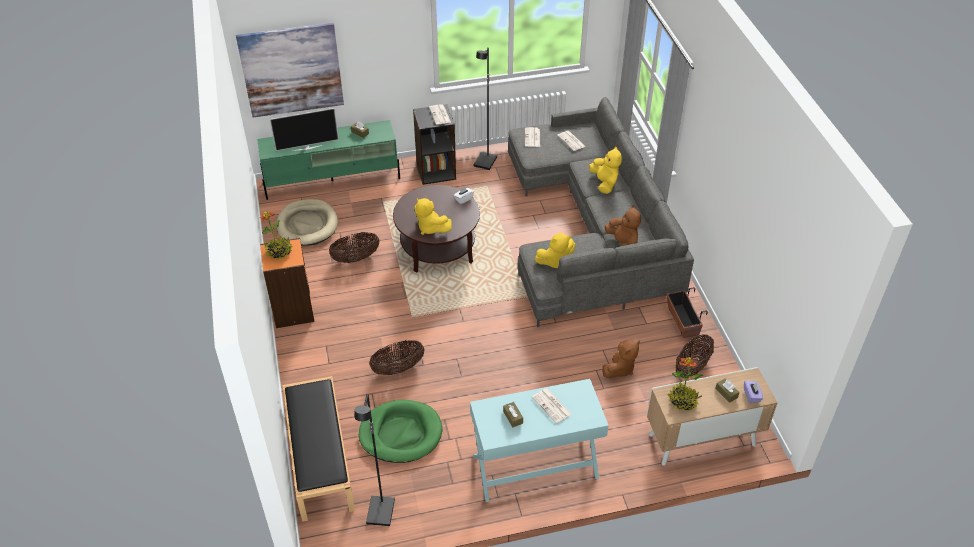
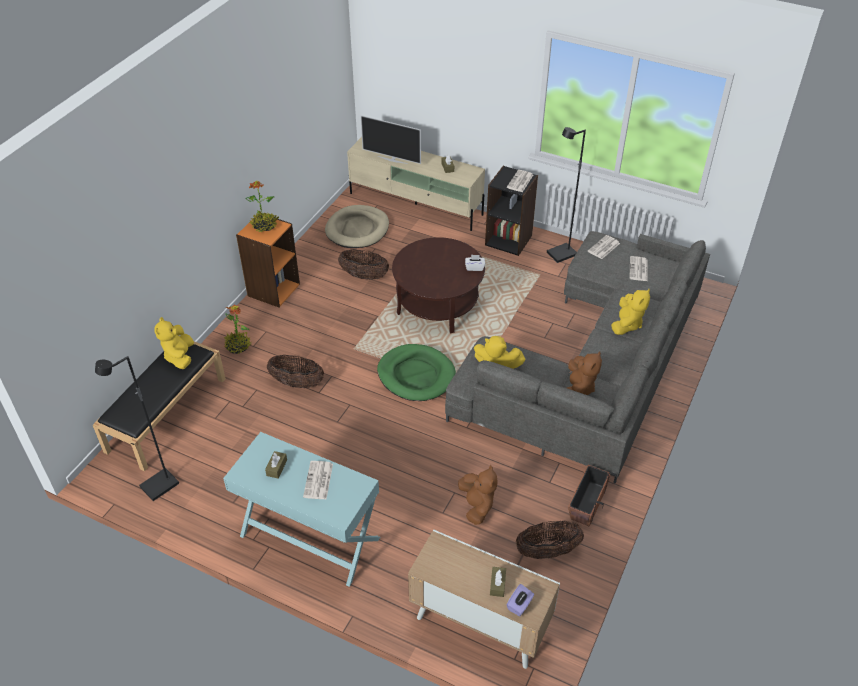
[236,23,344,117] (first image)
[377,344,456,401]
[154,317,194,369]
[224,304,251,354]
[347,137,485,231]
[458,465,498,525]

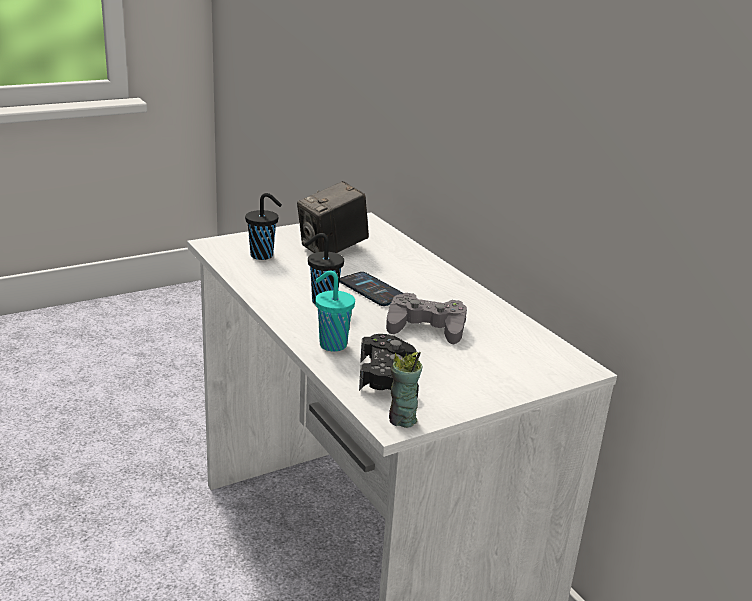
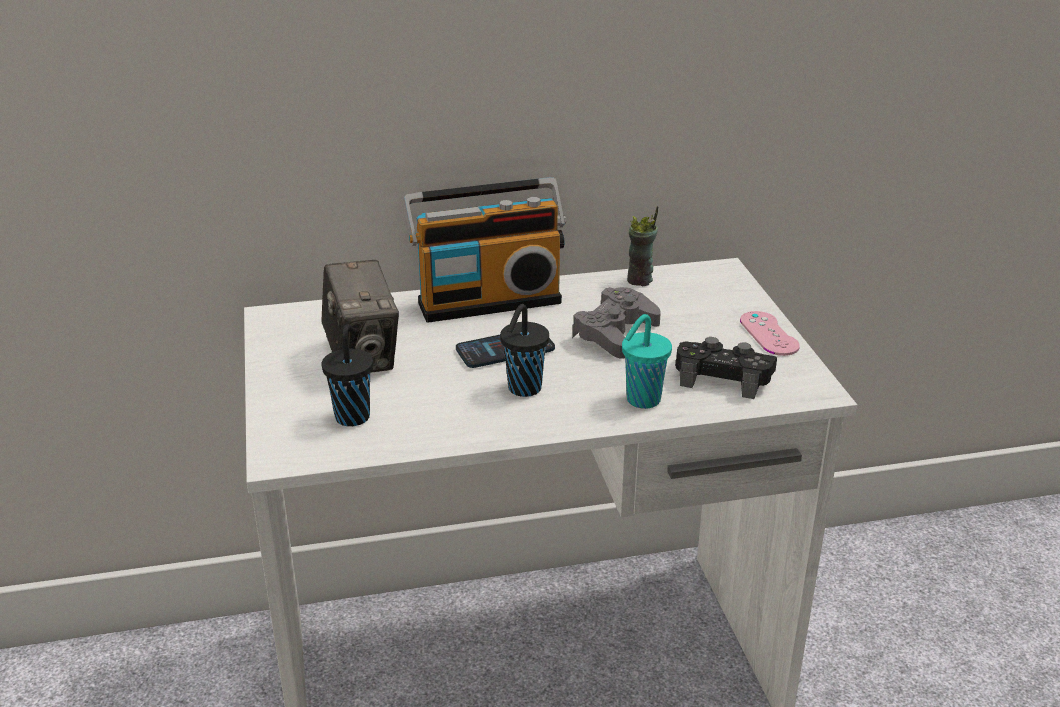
[403,177,566,323]
[740,311,800,356]
[627,206,658,286]

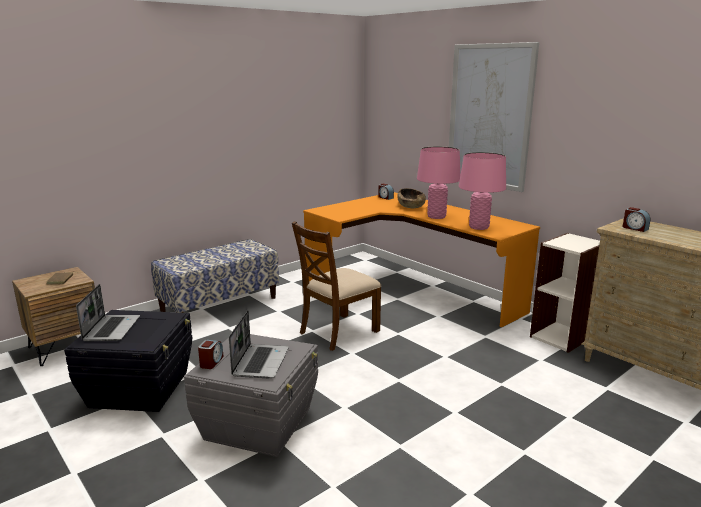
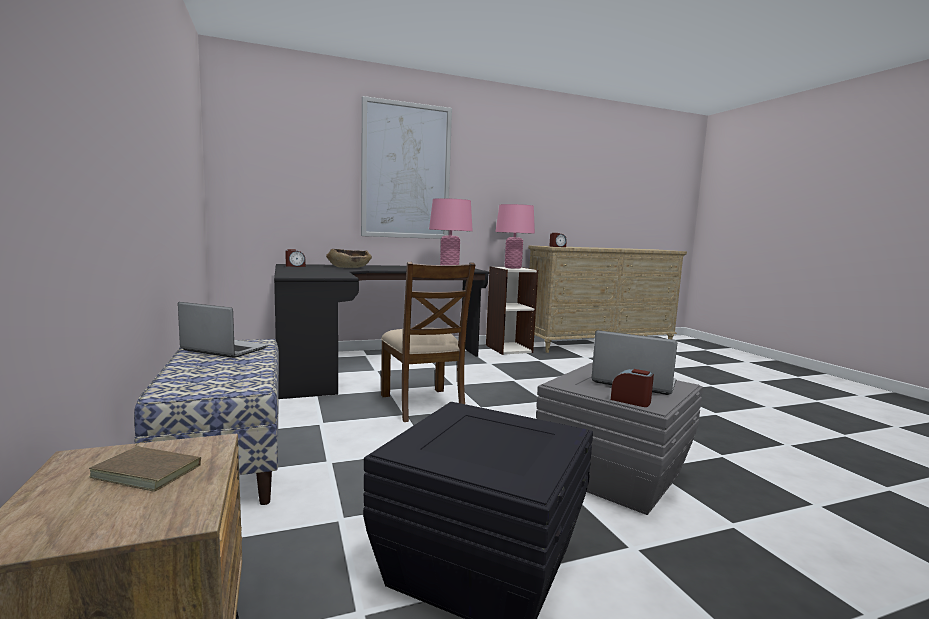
[178,302,269,358]
[495,204,535,269]
[274,264,489,399]

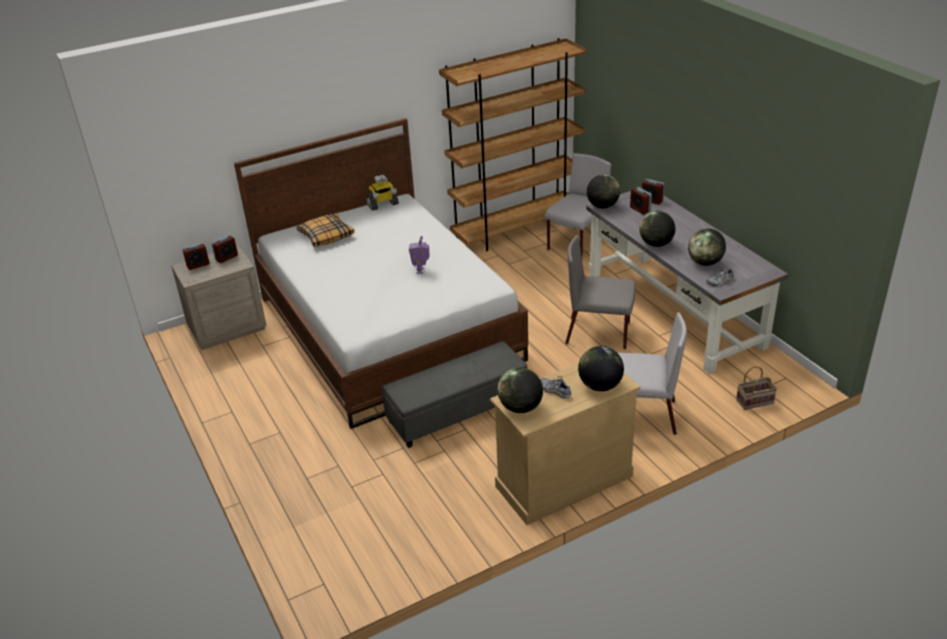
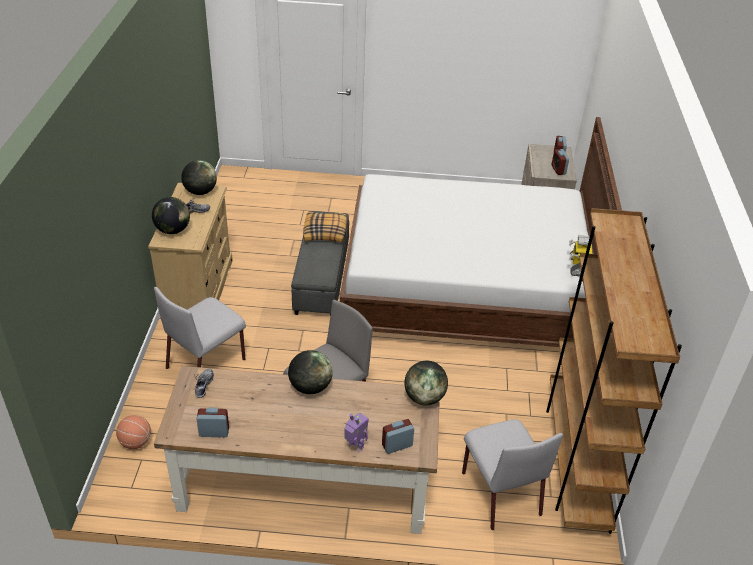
[688,229,726,266] (first image)
[303,211,347,243]
[344,413,369,452]
[197,407,229,437]
[116,415,151,449]
[154,366,440,534]

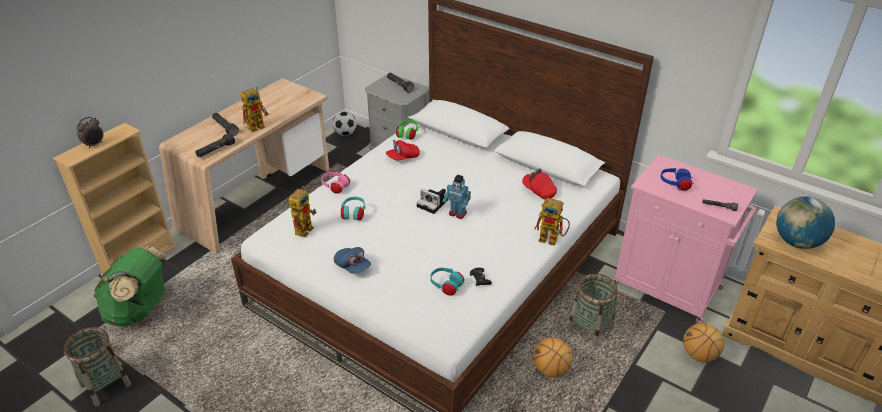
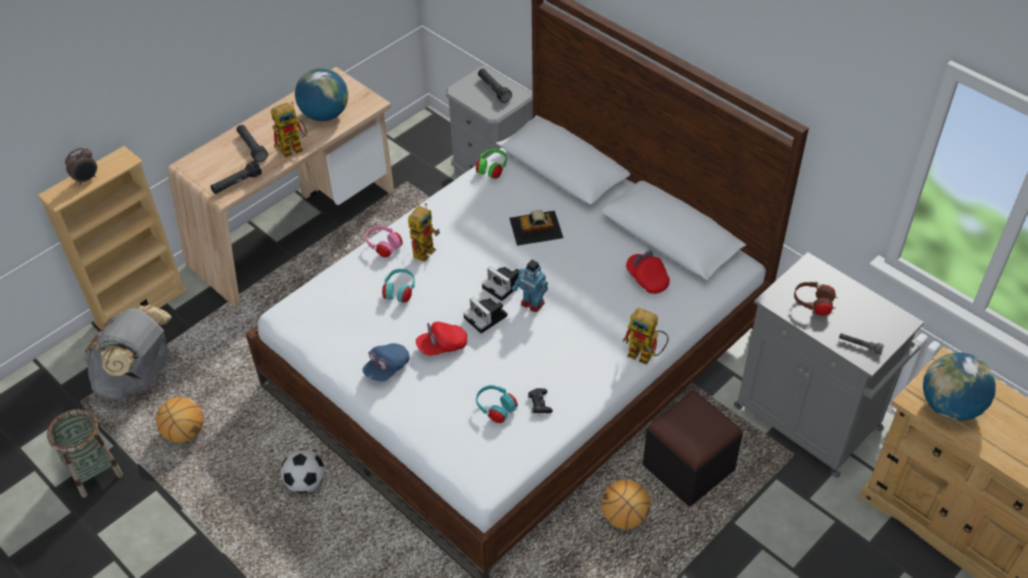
[295,68,348,121]
[463,297,507,334]
[509,210,563,246]
[408,203,440,262]
[281,449,325,493]
[416,322,467,356]
[156,397,204,443]
[643,391,743,506]
[83,305,172,400]
[734,252,924,477]
[794,282,838,316]
[363,343,410,381]

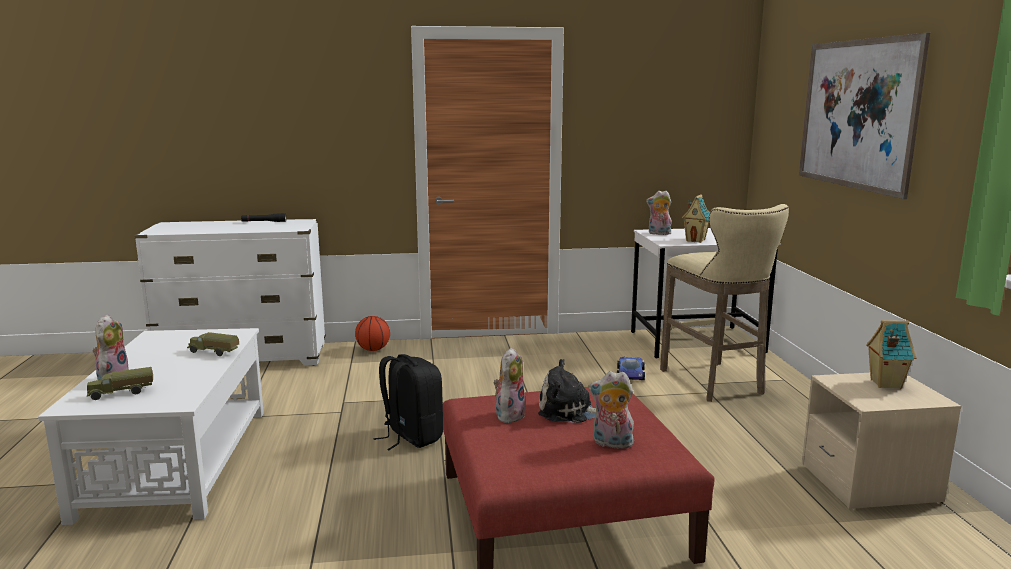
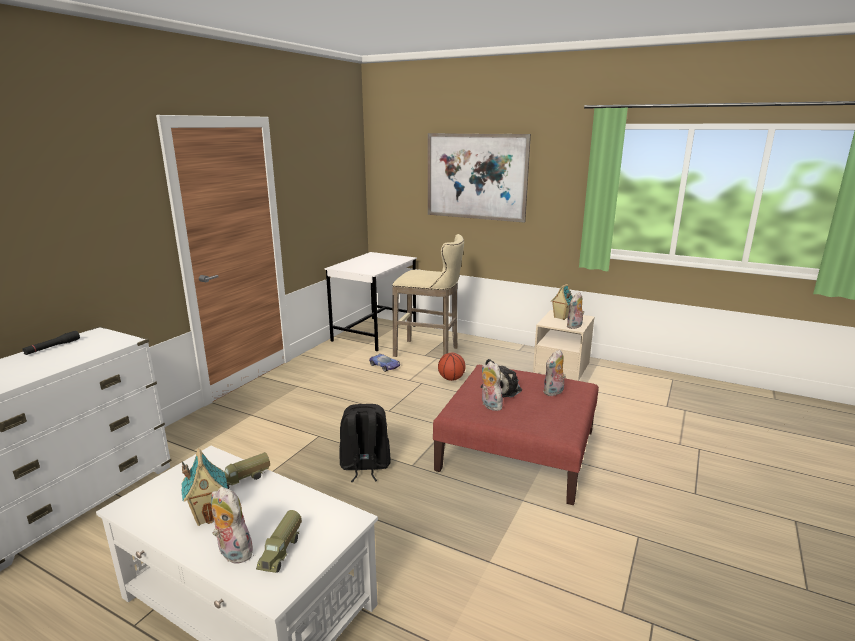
[438,353,465,381]
[566,292,584,329]
[182,449,228,526]

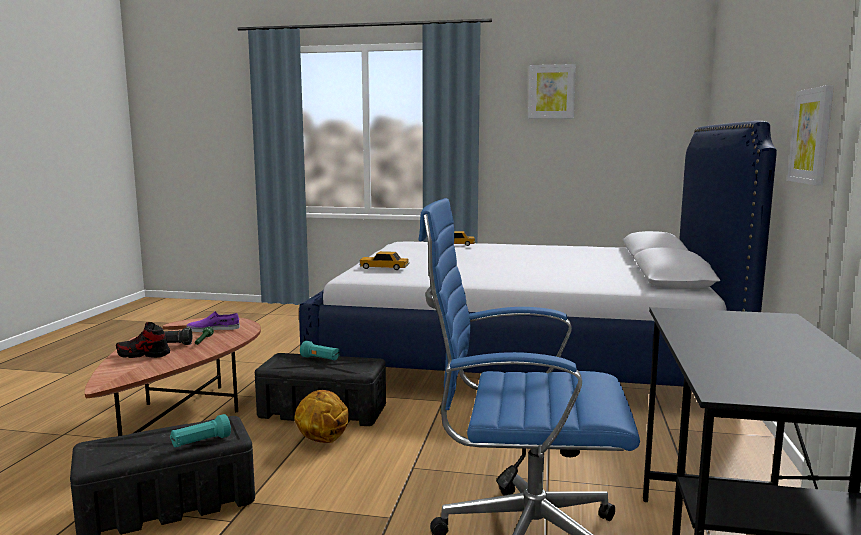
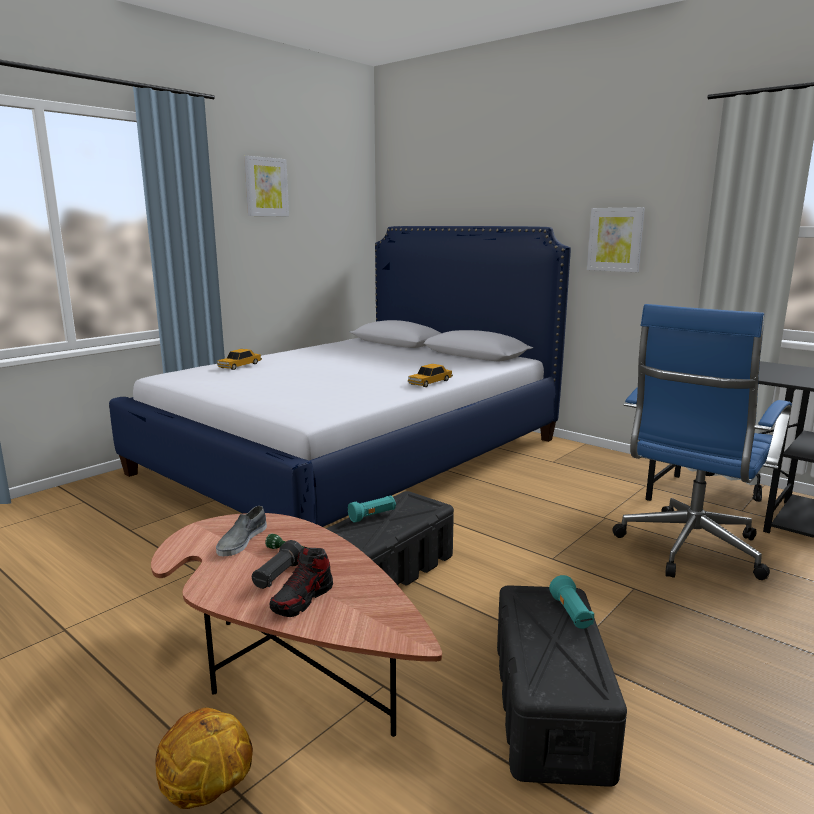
[155,708,253,809]
[408,364,453,387]
[216,506,267,556]

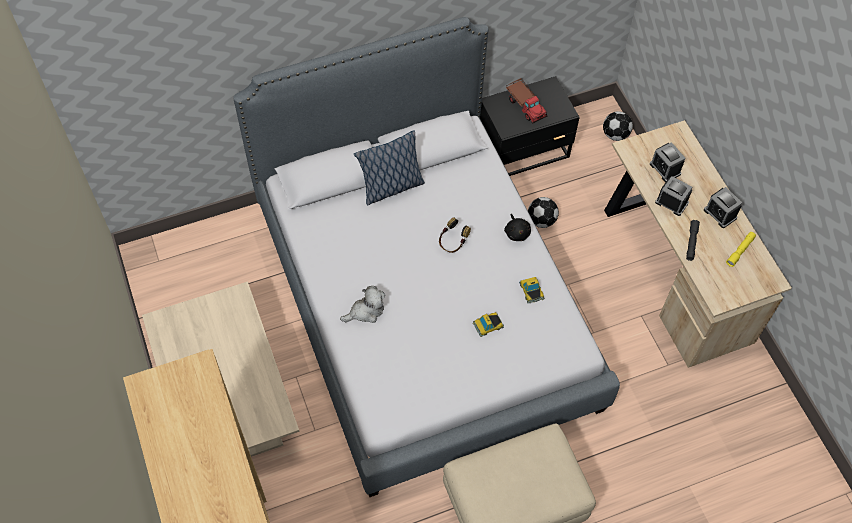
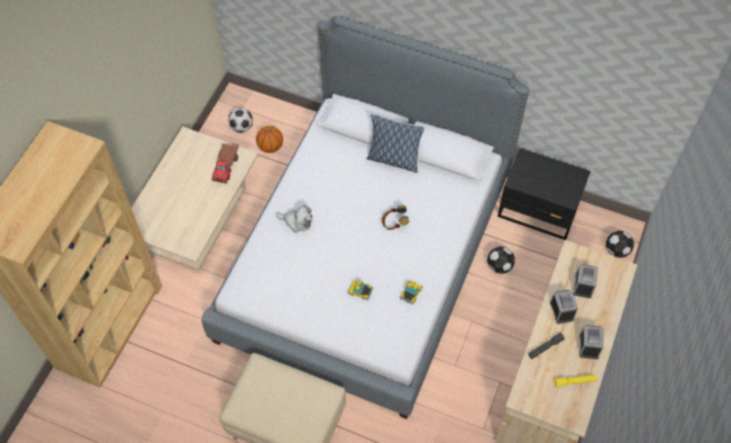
[504,214,531,241] (first image)
[228,108,253,133]
[256,126,283,153]
[212,142,238,184]

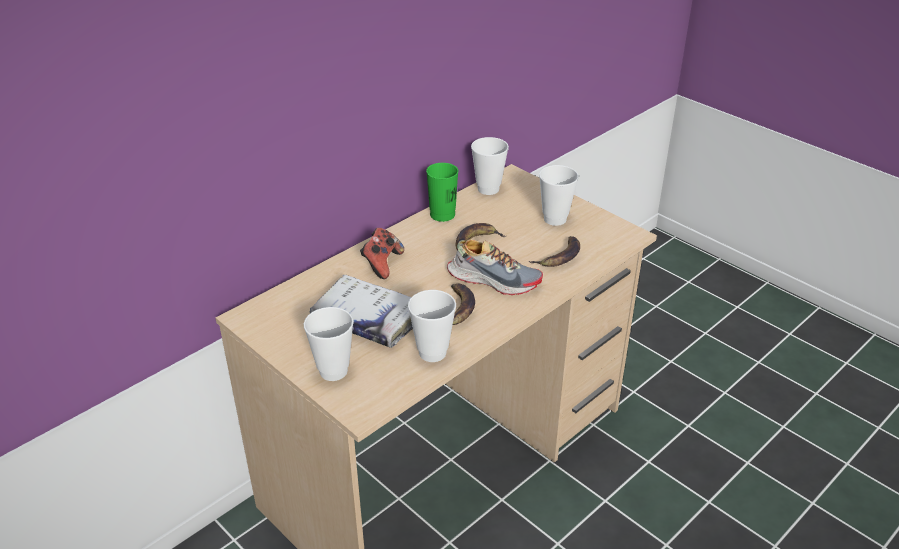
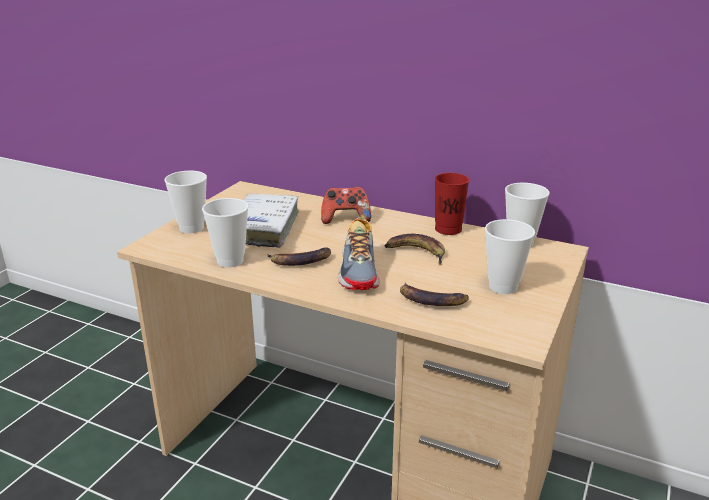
[435,173,469,235]

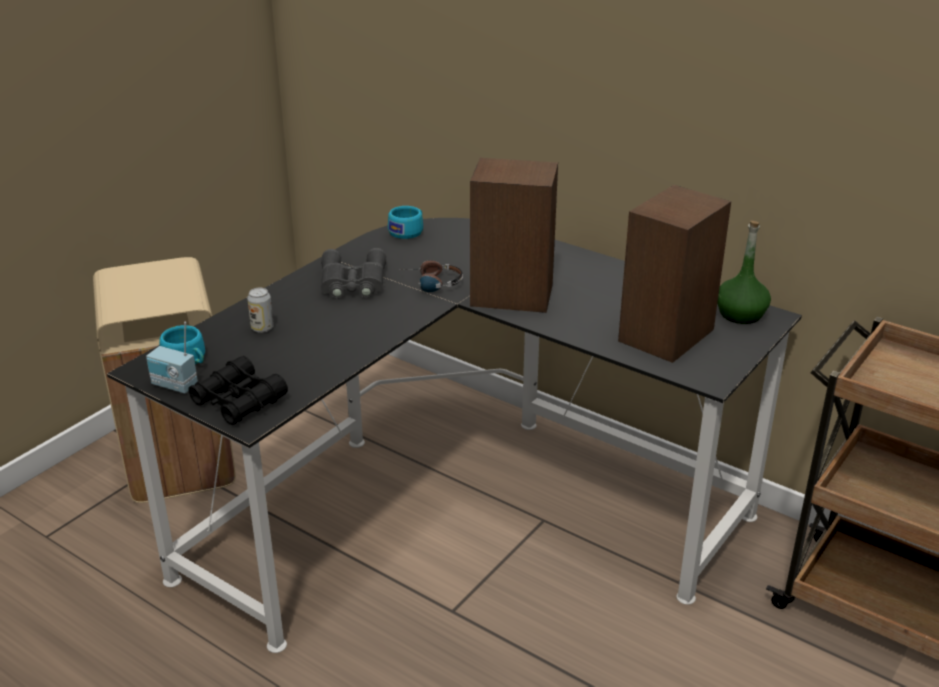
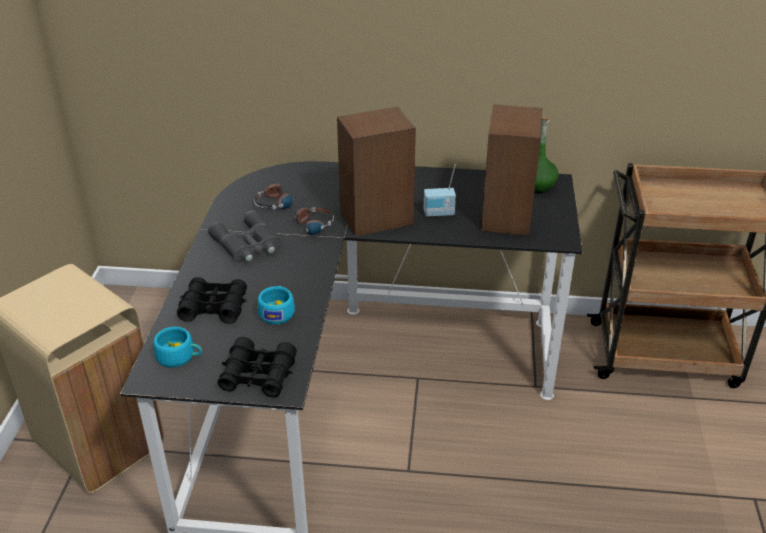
[254,184,301,210]
[424,164,456,217]
[258,286,295,324]
[177,277,247,324]

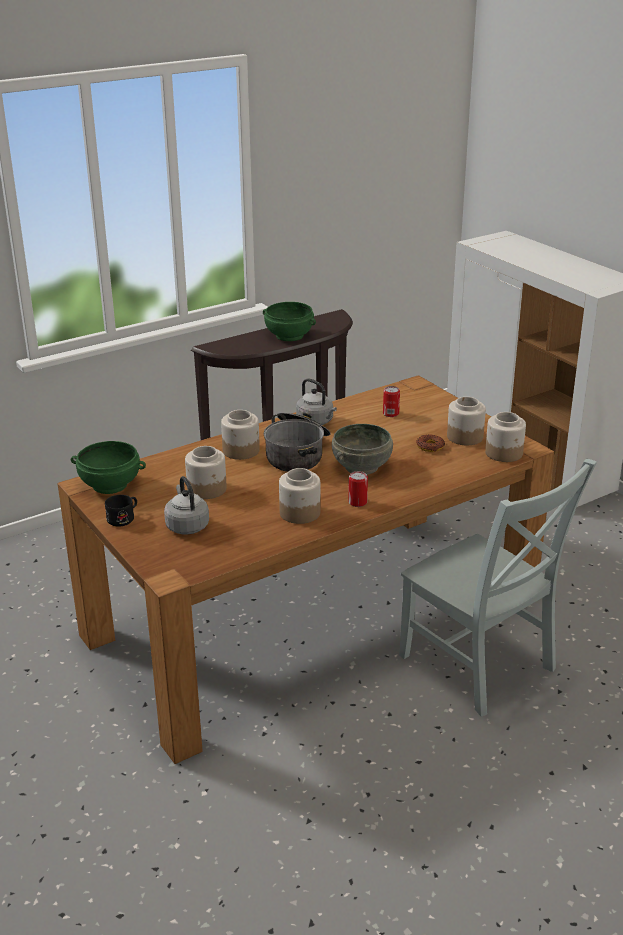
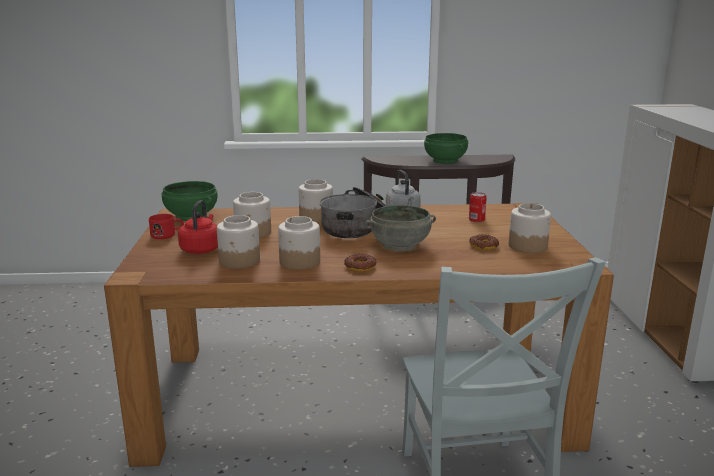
[217,215,260,269]
[344,254,376,272]
[149,214,184,239]
[178,200,218,254]

